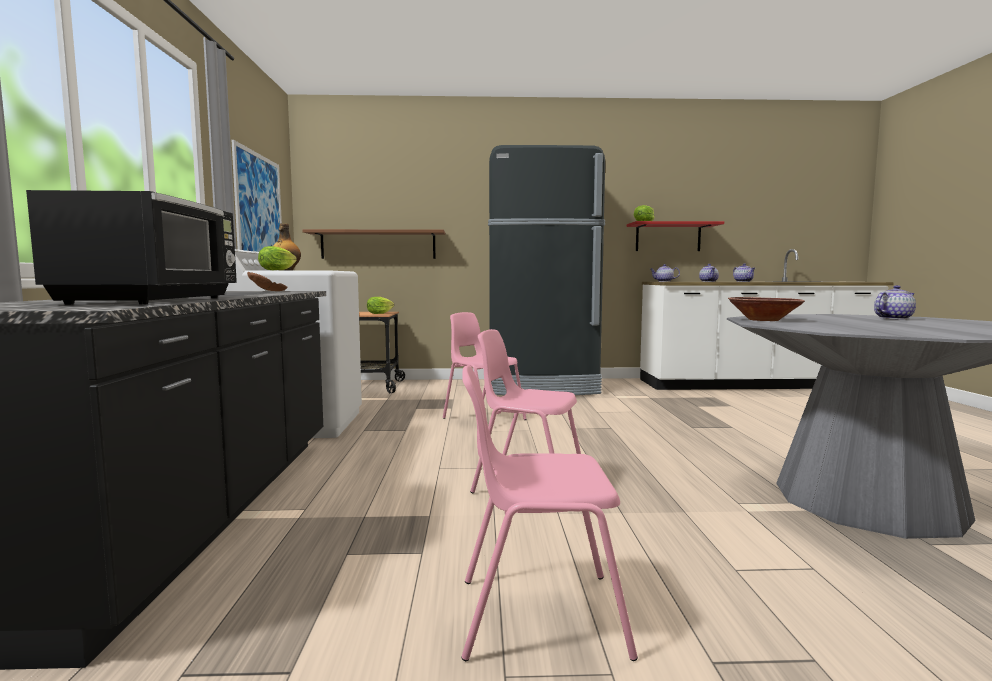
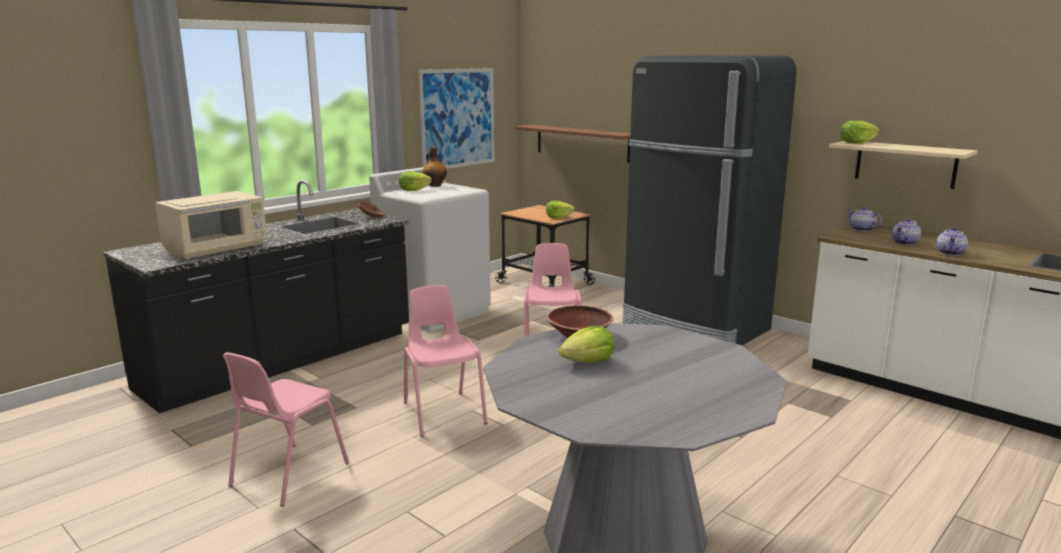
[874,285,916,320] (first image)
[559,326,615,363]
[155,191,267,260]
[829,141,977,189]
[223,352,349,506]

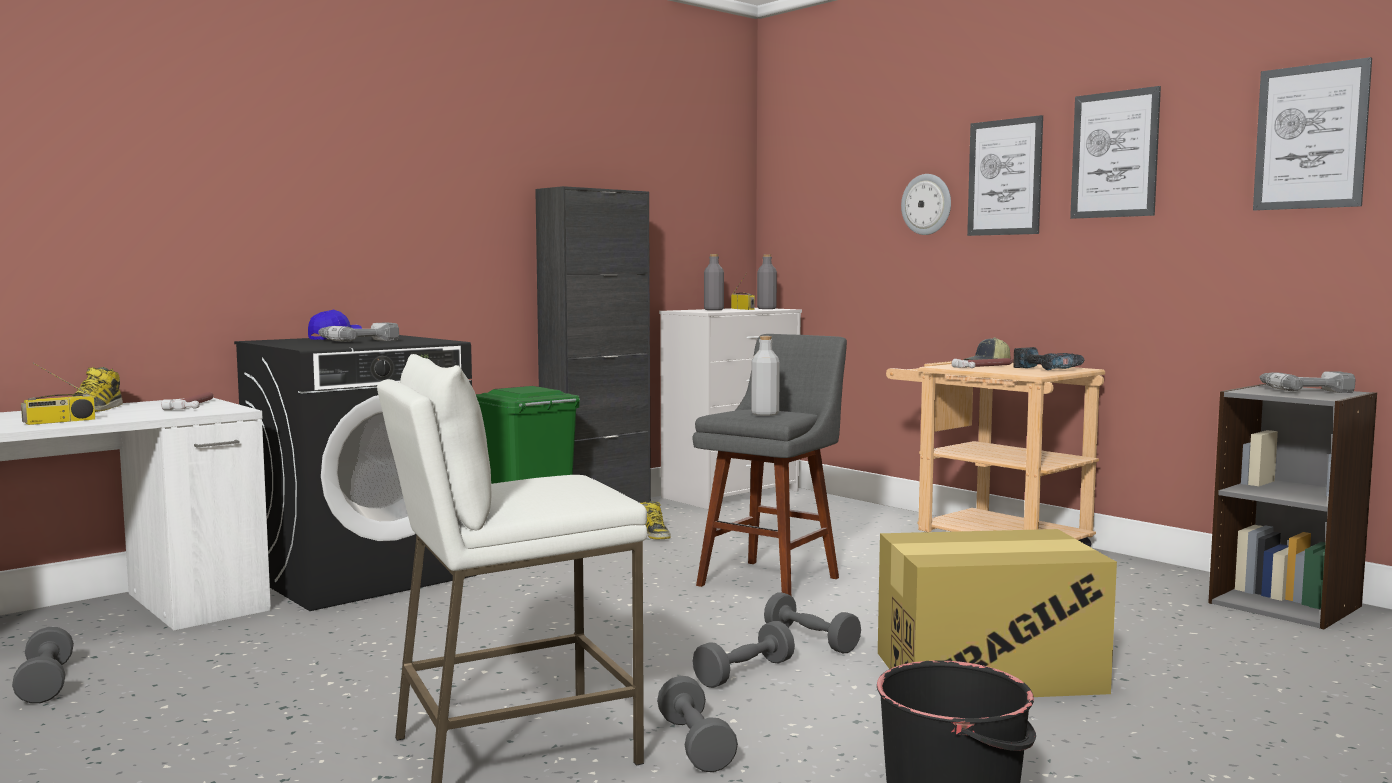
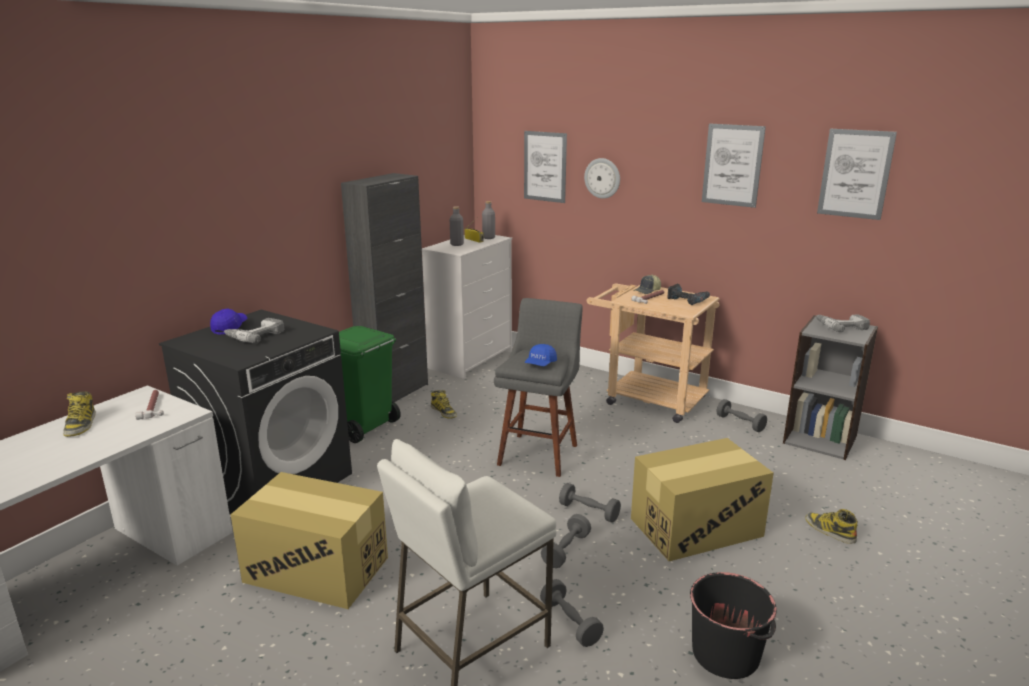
[21,363,95,425] (first image)
[231,472,388,609]
[805,509,858,544]
[717,399,767,432]
[524,131,567,203]
[525,344,557,366]

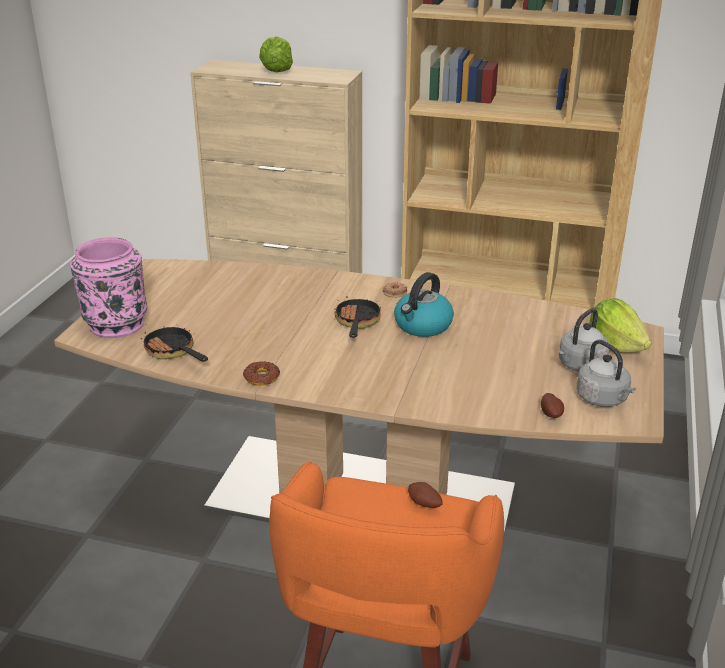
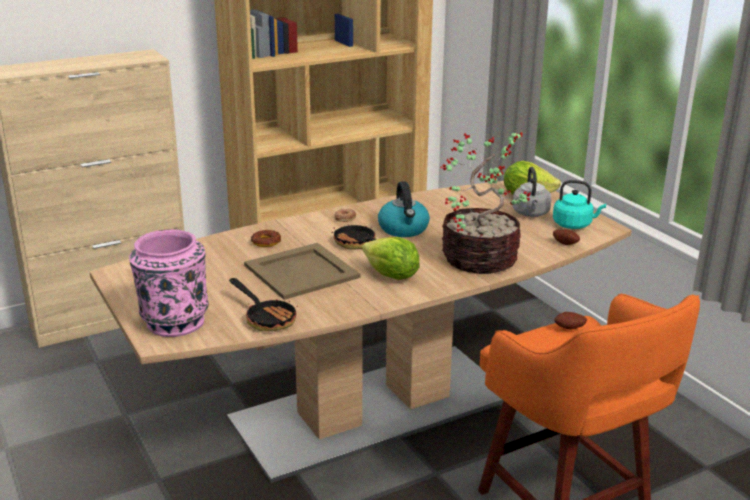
[244,243,361,300]
[441,132,531,274]
[251,230,281,247]
[362,237,420,280]
[553,180,606,229]
[229,278,298,331]

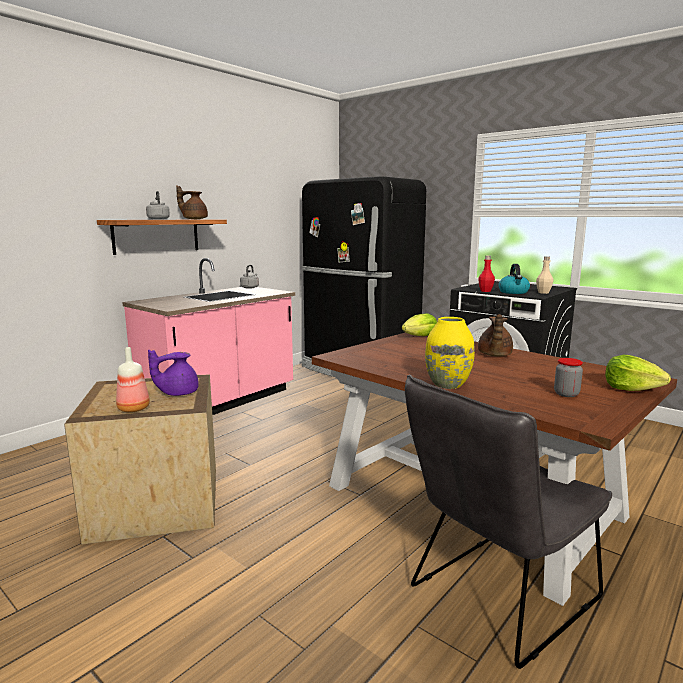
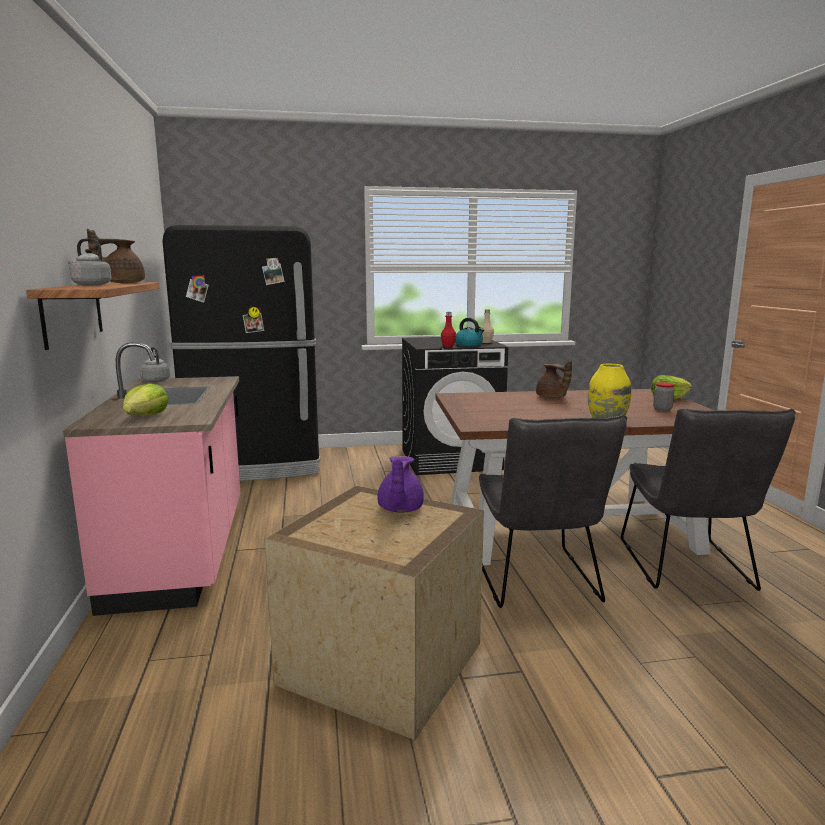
[116,347,150,412] (first image)
[479,415,627,608]
[123,383,169,416]

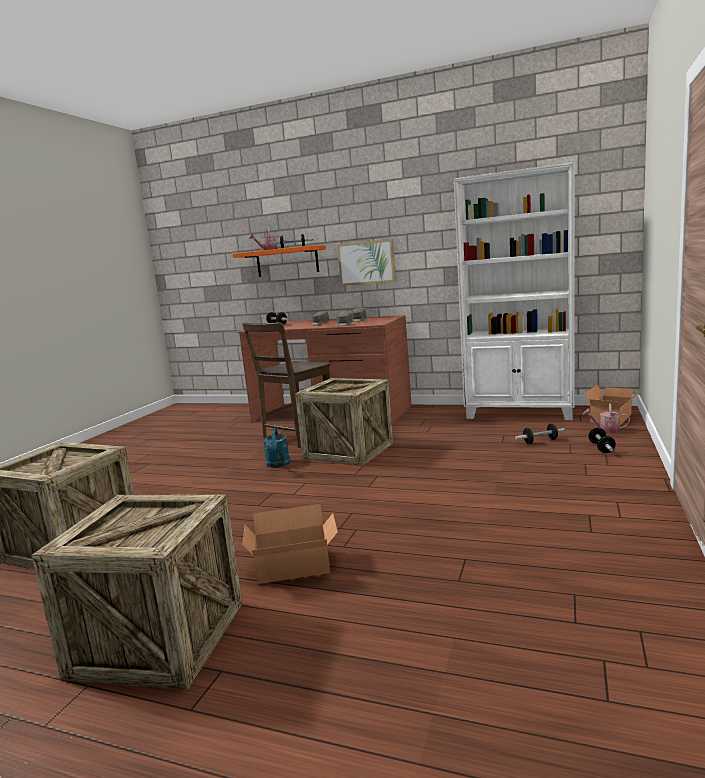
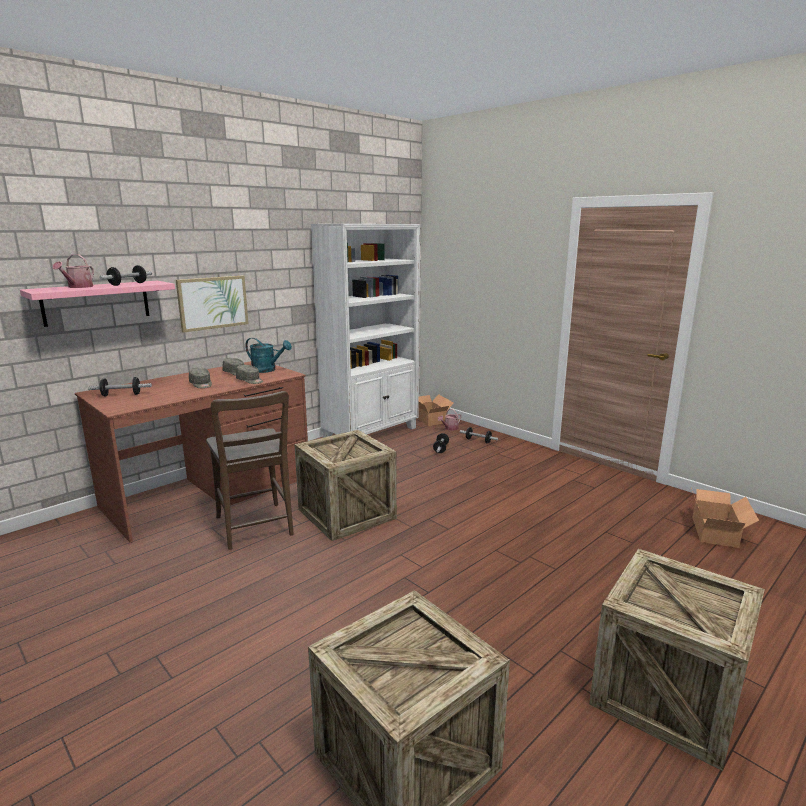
[691,488,759,548]
[245,338,292,373]
[20,281,175,327]

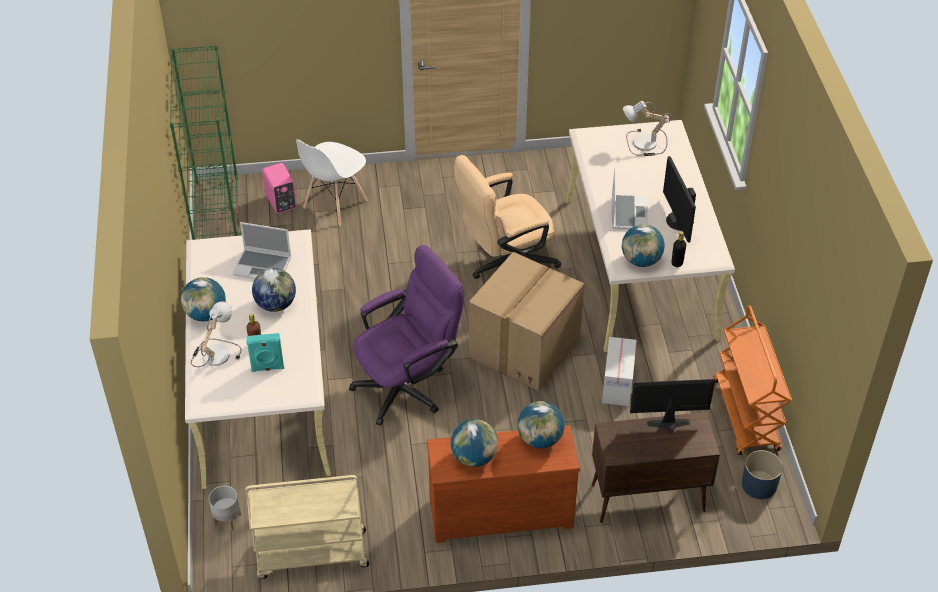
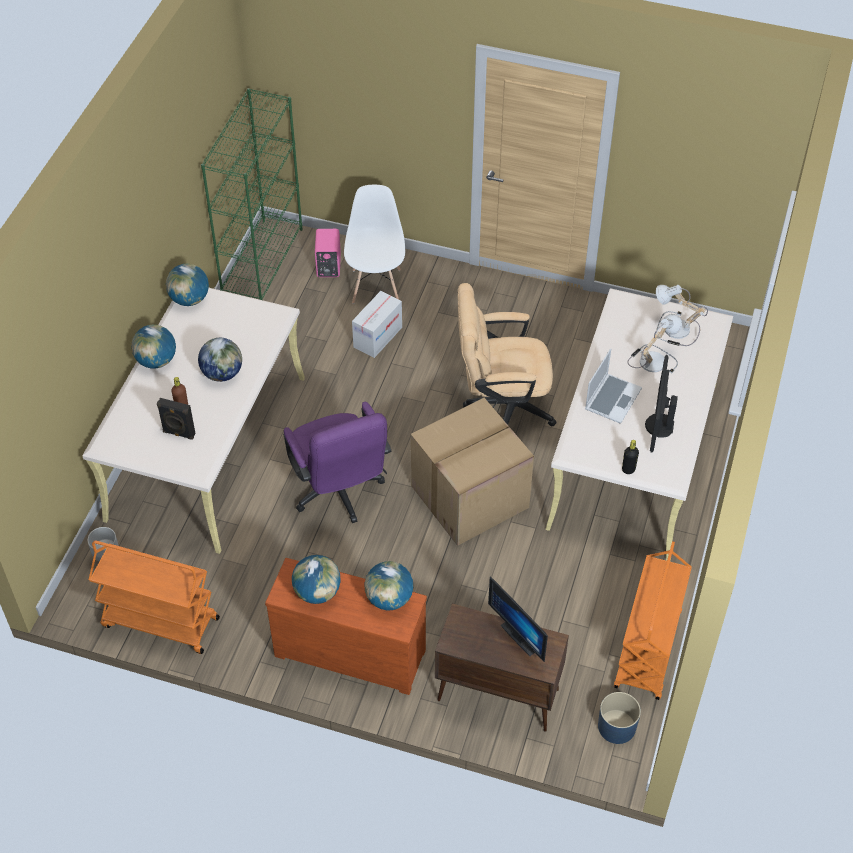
[232,222,292,279] (first image)
[627,314,682,373]
[352,291,402,358]
[166,264,209,306]
[89,541,220,654]
[157,398,196,440]
[344,185,405,304]
[283,402,391,523]
[488,576,548,662]

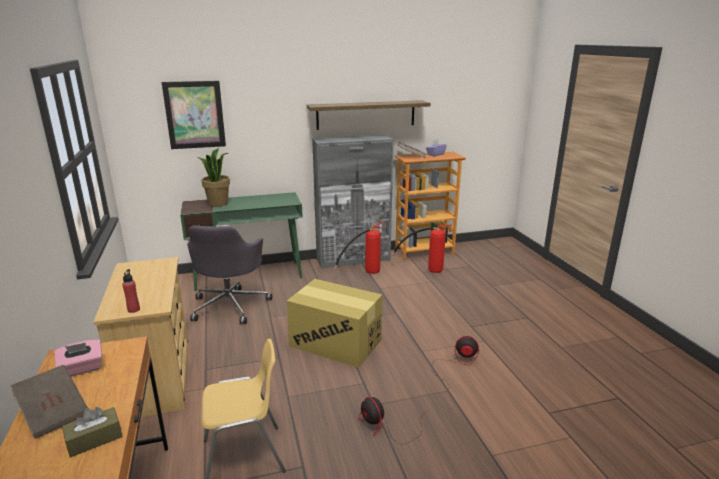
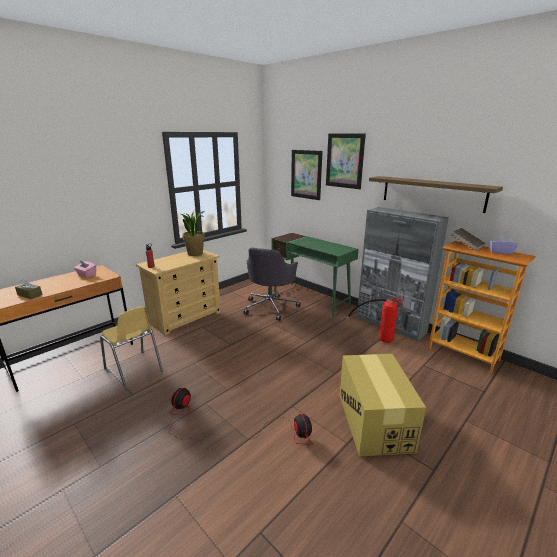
[11,365,88,439] (first image)
[392,224,452,273] (first image)
[326,133,366,189]
[181,211,205,256]
[339,354,426,456]
[244,247,300,321]

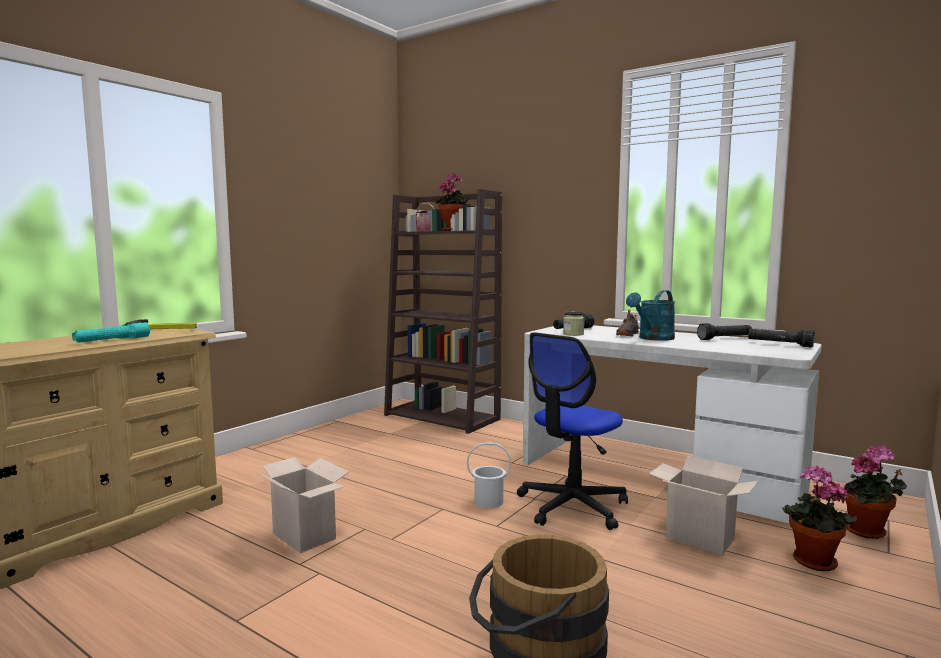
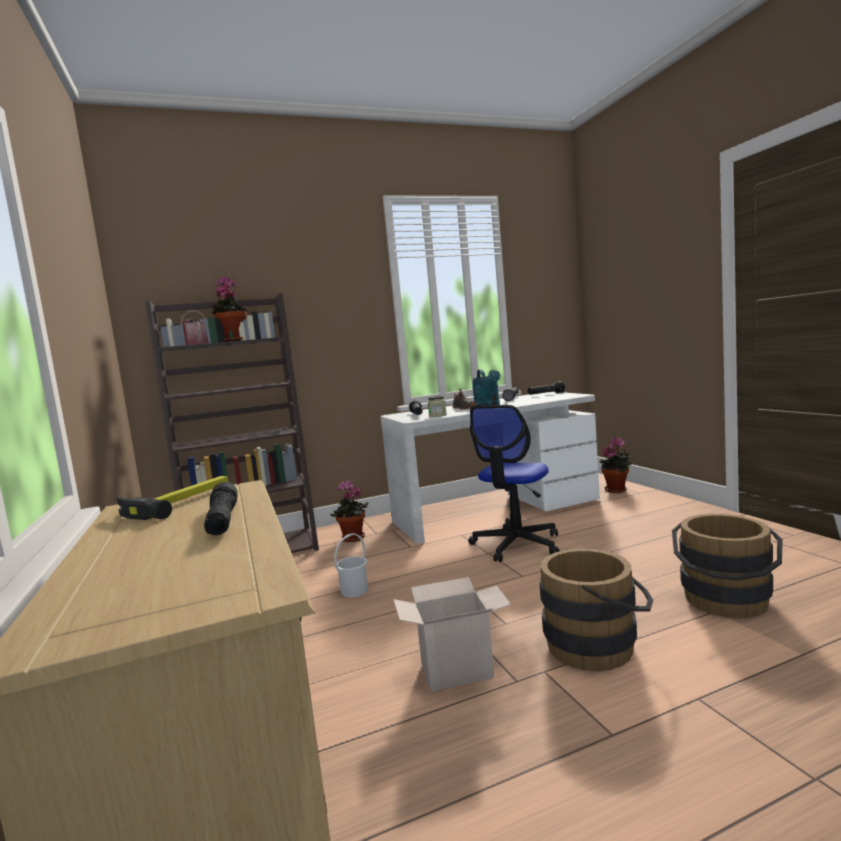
[649,456,759,555] (first image)
[540,549,653,671]
[334,533,368,598]
[330,480,369,542]
[204,482,238,535]
[468,405,560,562]

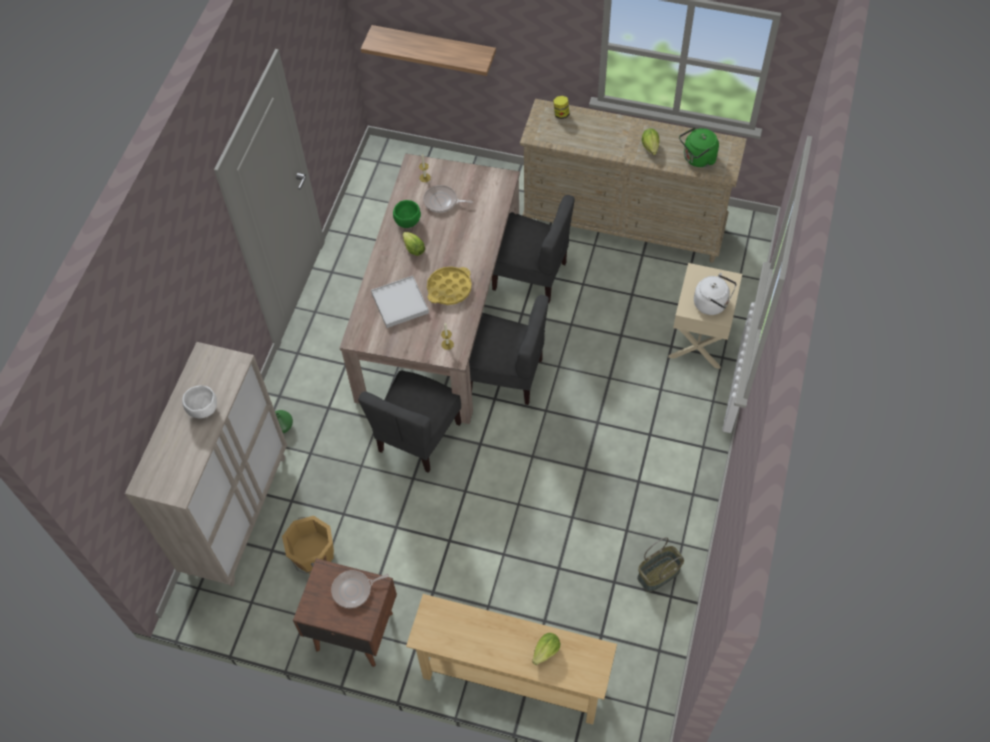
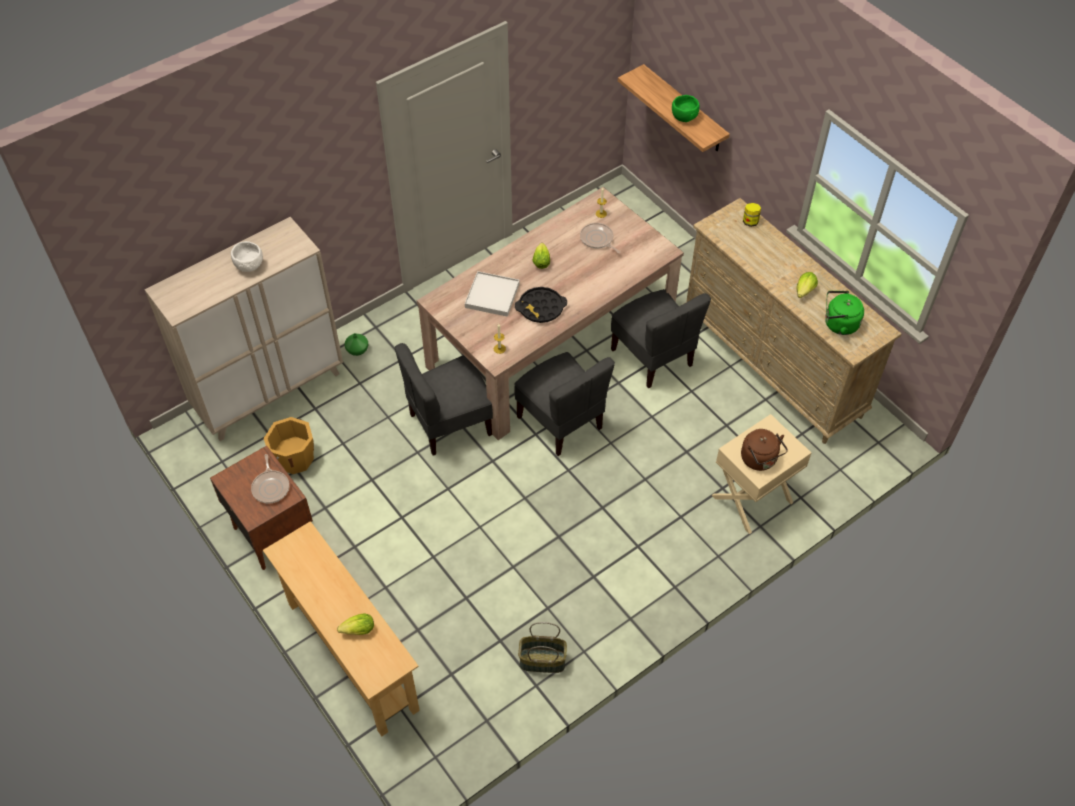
[672,95,699,122]
[515,287,567,323]
[741,429,788,471]
[251,454,289,504]

